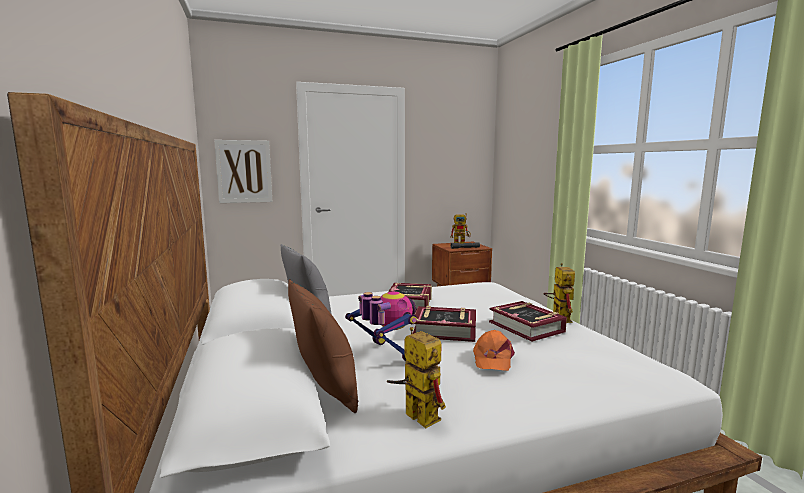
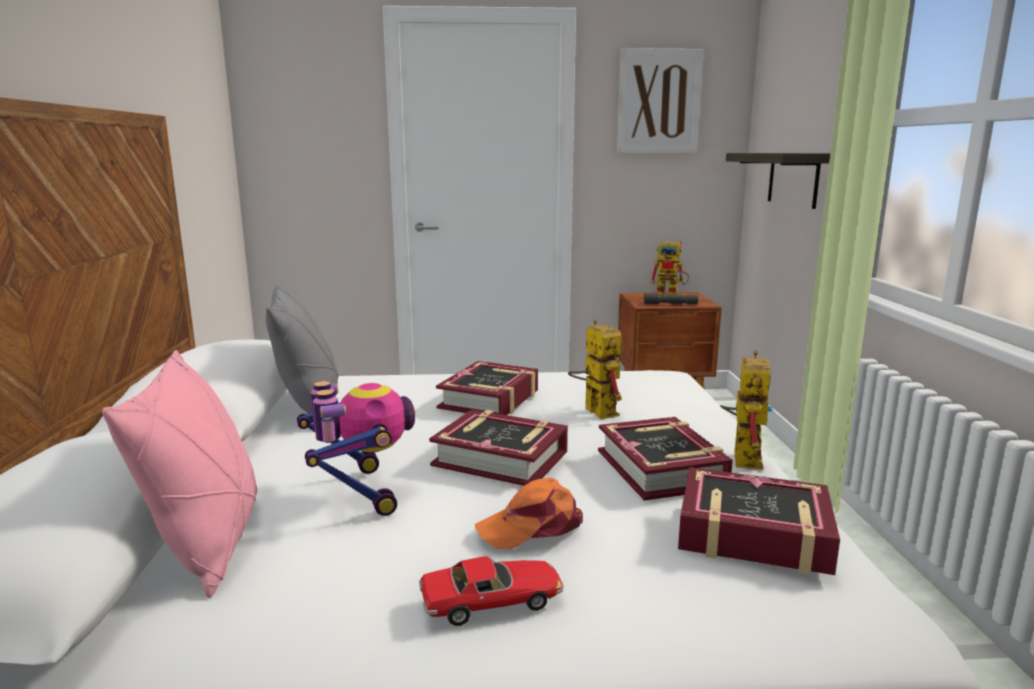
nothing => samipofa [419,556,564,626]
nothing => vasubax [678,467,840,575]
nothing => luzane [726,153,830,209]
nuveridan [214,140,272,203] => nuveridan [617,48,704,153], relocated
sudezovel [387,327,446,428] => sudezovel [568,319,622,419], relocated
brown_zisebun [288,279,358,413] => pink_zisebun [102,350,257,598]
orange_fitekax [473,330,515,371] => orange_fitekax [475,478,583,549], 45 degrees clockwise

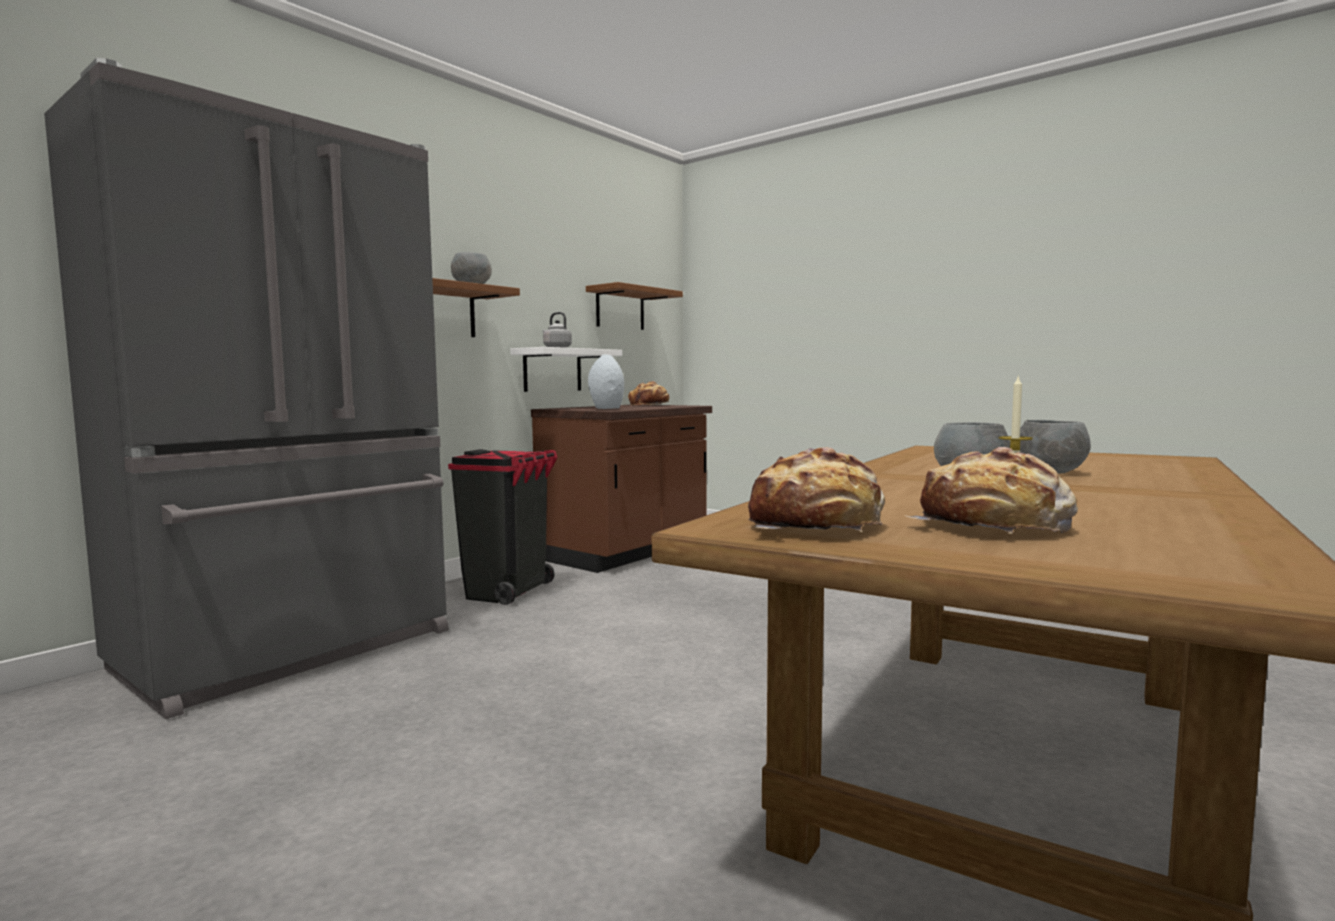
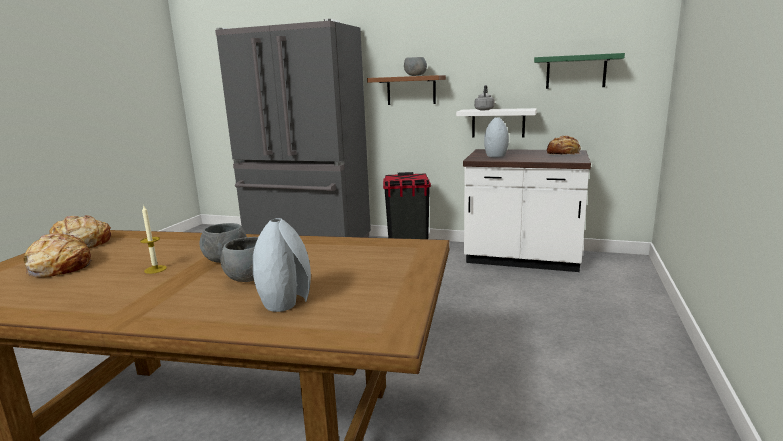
nothing => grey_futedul [253,218,311,312]
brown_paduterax [531,404,712,573] => white_paduterax [463,149,591,272]
brown_luzane [586,282,683,330] => green_luzane [534,53,625,89]

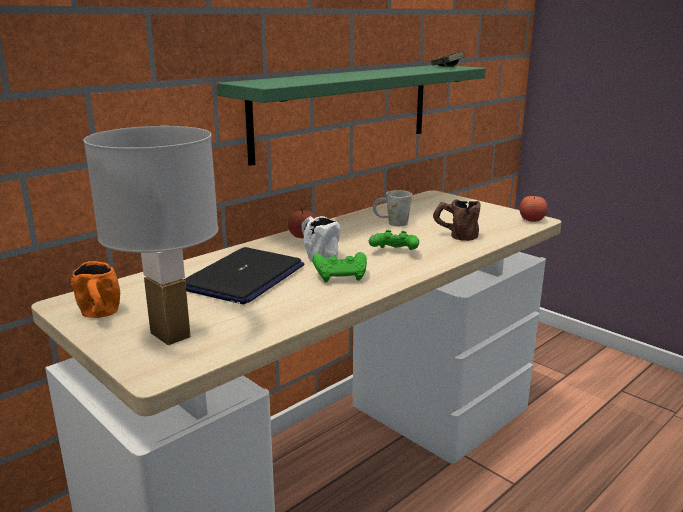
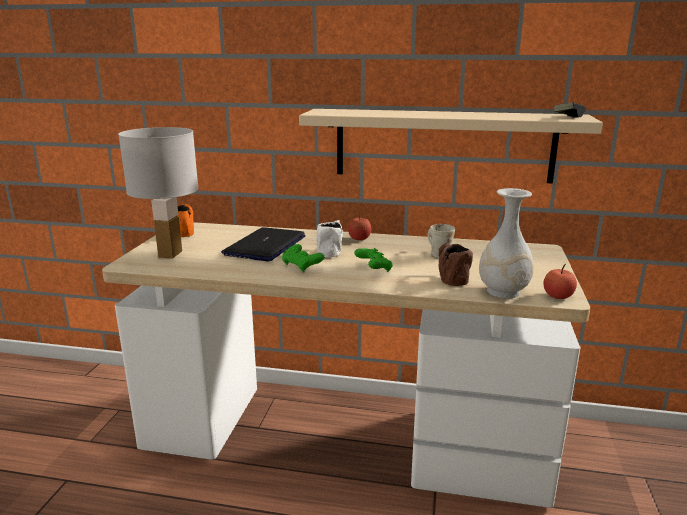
nothing => white_futedul [479,188,534,298]
green_luzane [217,65,486,166] => beige_luzane [299,109,603,183]
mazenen [184,247,305,304] => mazenen [221,227,306,262], 120 degrees clockwise

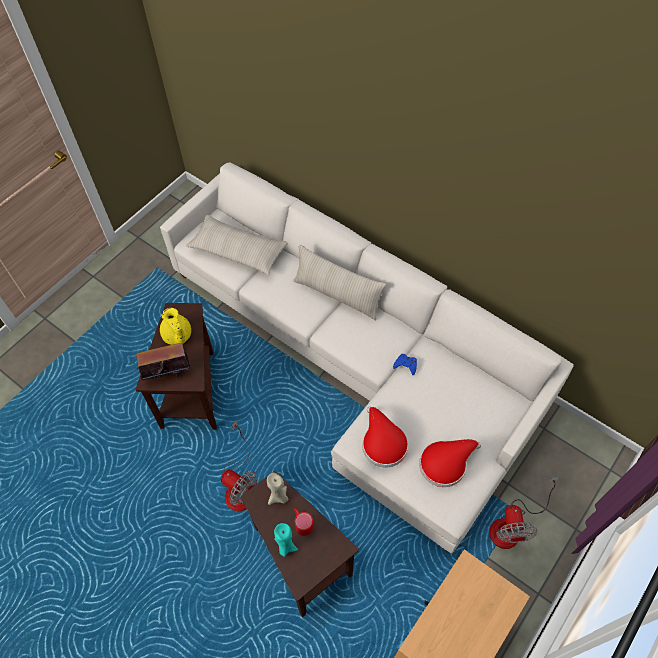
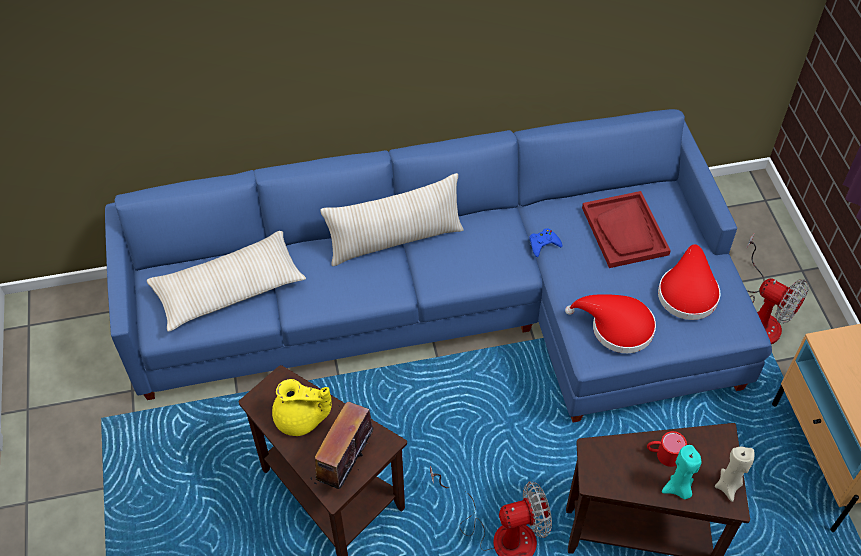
nothing => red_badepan [582,191,671,268]
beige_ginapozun [267,473,288,505] => beige_ginapozun [715,446,755,502], relocated
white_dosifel [160,162,574,553] => blue_dosifel [105,109,772,422]

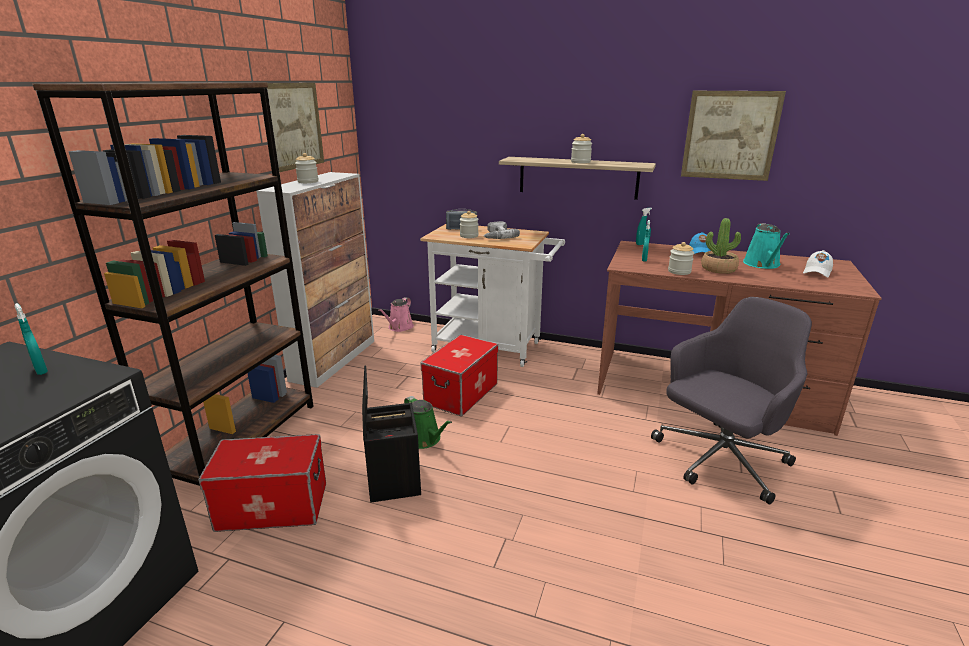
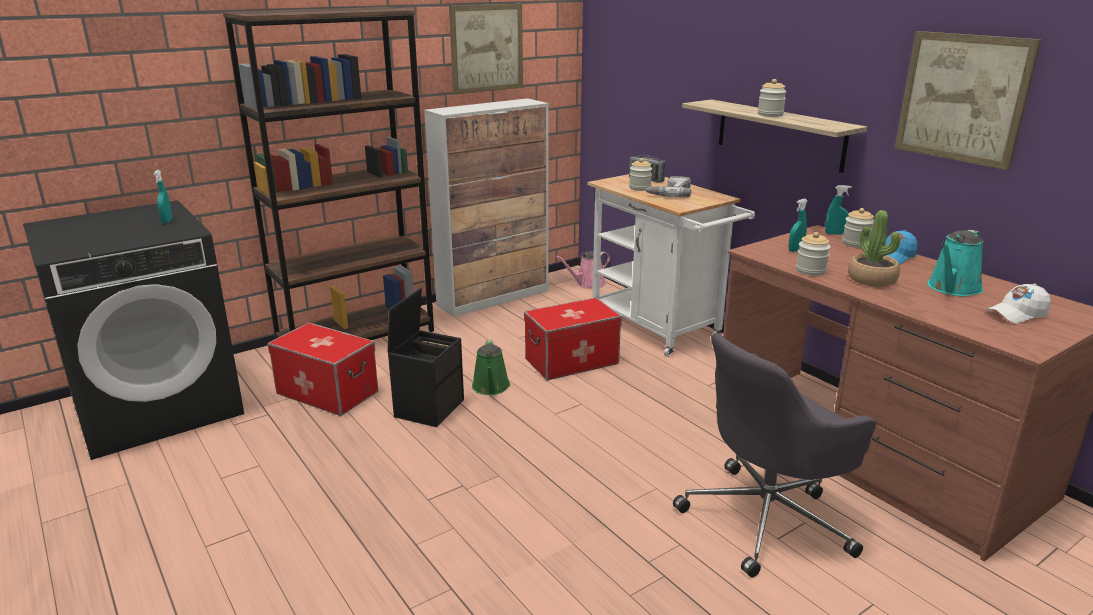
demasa [295,153,319,183] => demasa [842,208,874,248], relocated
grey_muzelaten [651,297,812,505] => grey_muzelaten [673,333,876,578], 150 degrees clockwise

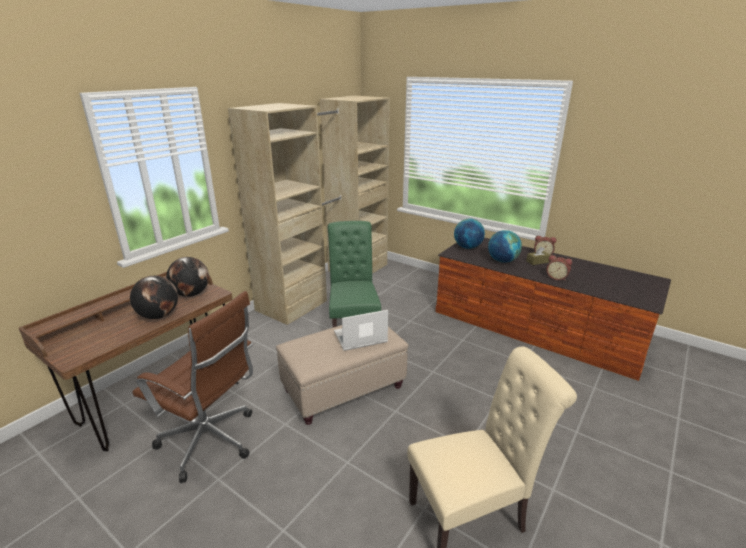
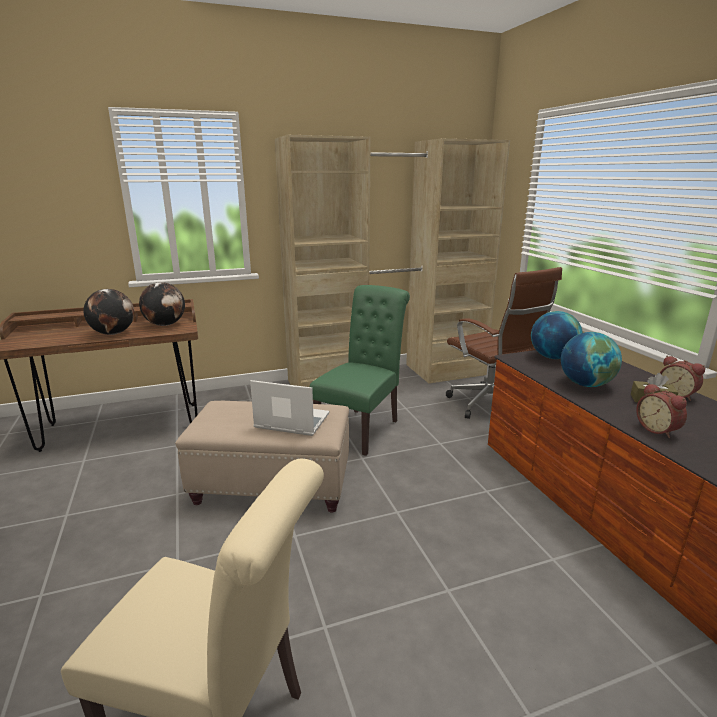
brown_muzelaten [132,291,253,483] => brown_muzelaten [446,267,562,419], relocated

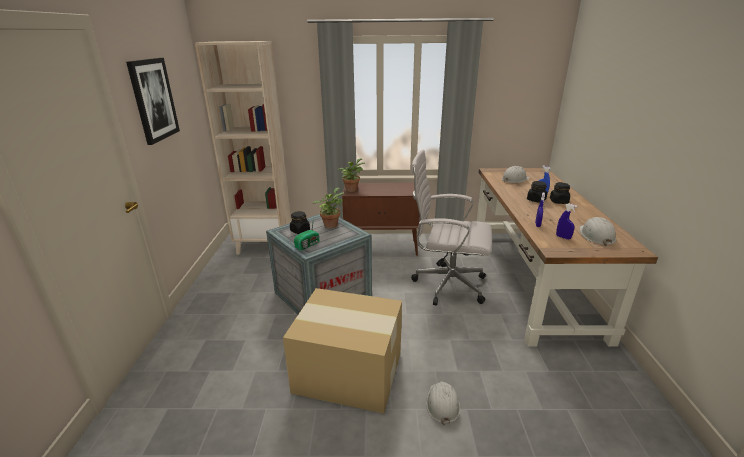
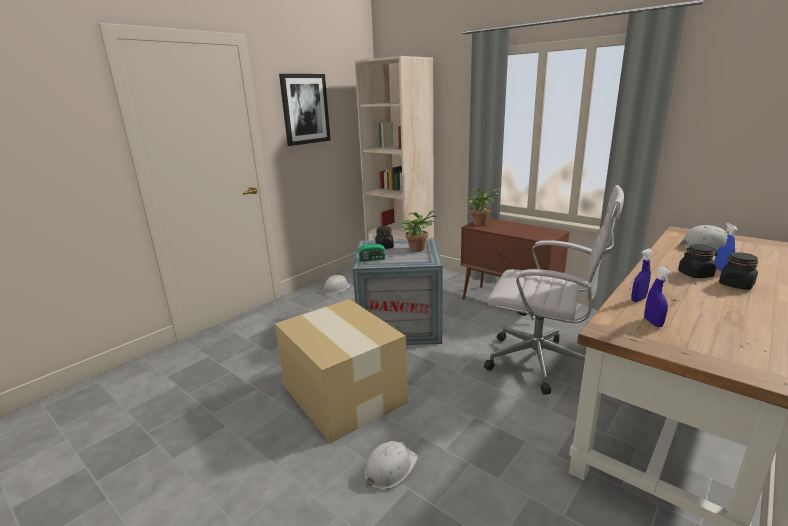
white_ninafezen [580,217,616,246] => white_ninafezen [324,275,352,294], relocated
white_muzelaten [411,150,492,306] => white_muzelaten [484,185,624,395], 150 degrees clockwise

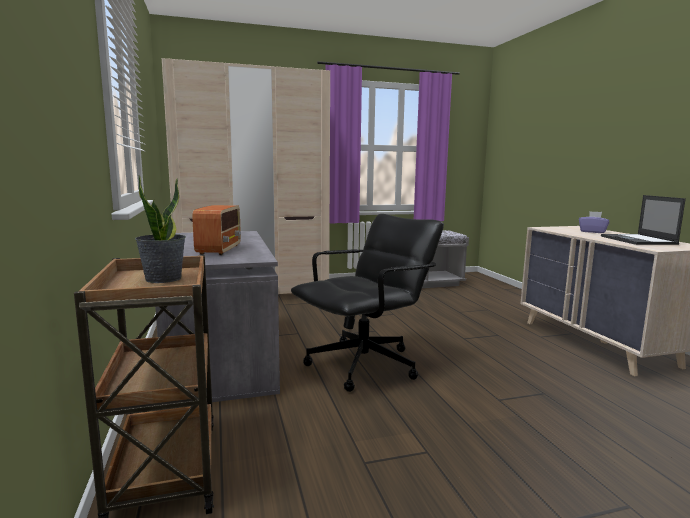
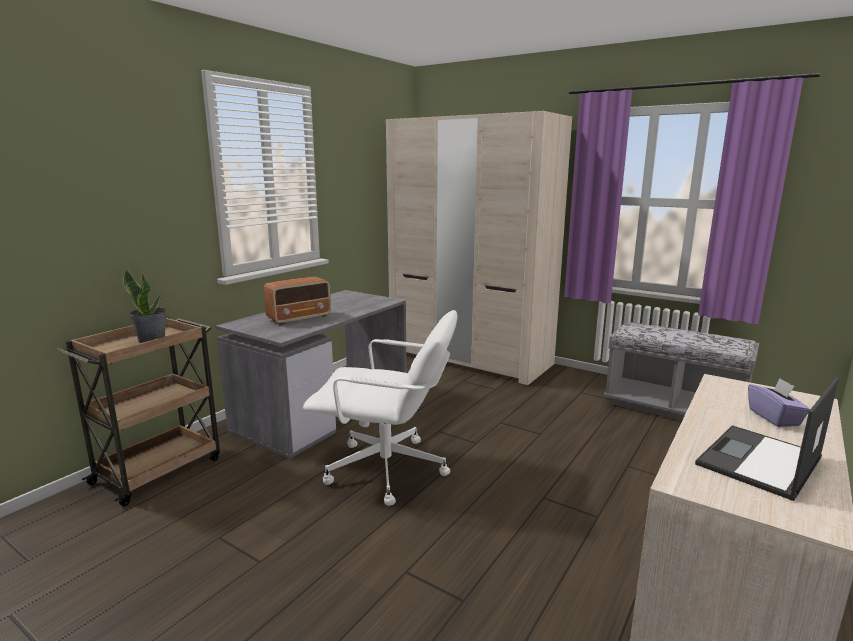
black_muzelaten [291,214,444,392] => white_muzelaten [303,310,457,506]

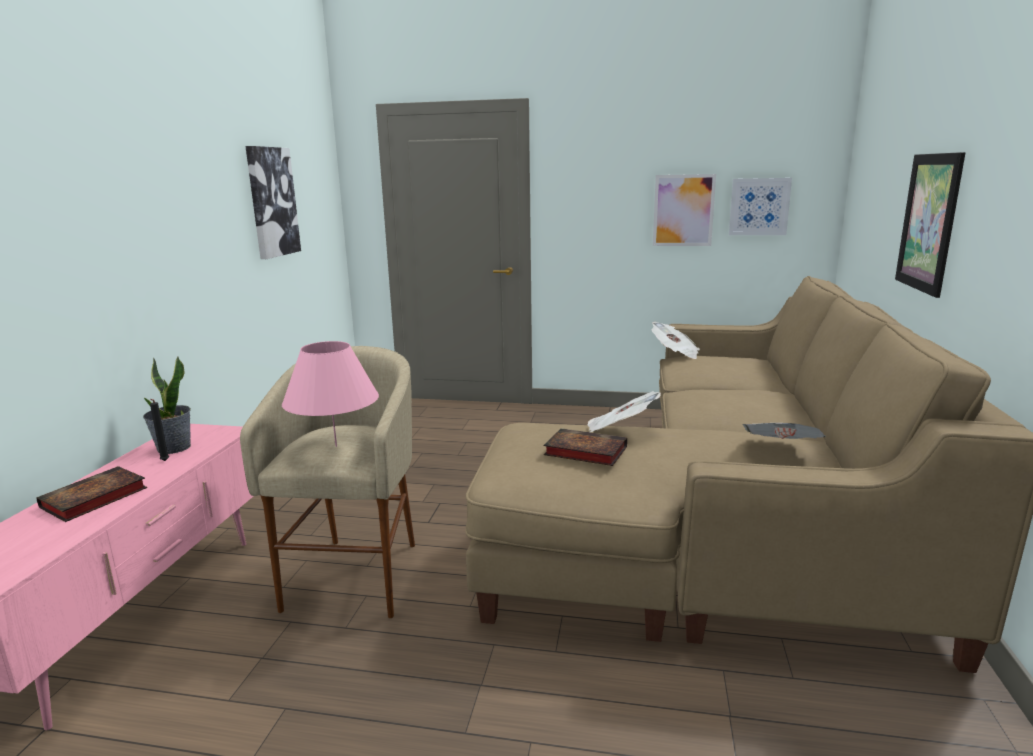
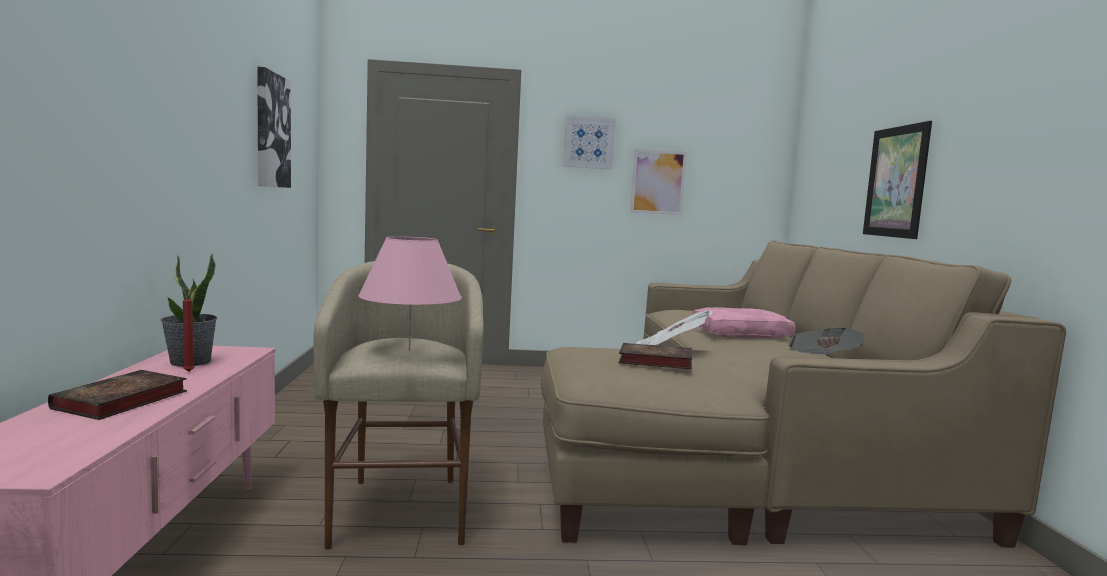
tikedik [652,322,700,359] => nothing
nothing => pink_zisebun [692,307,795,338]
nuveridan [729,178,792,235] => nuveridan [563,116,616,169], relocated
black_ginapozun [150,399,169,461] => red_ginapozun [183,293,195,372]

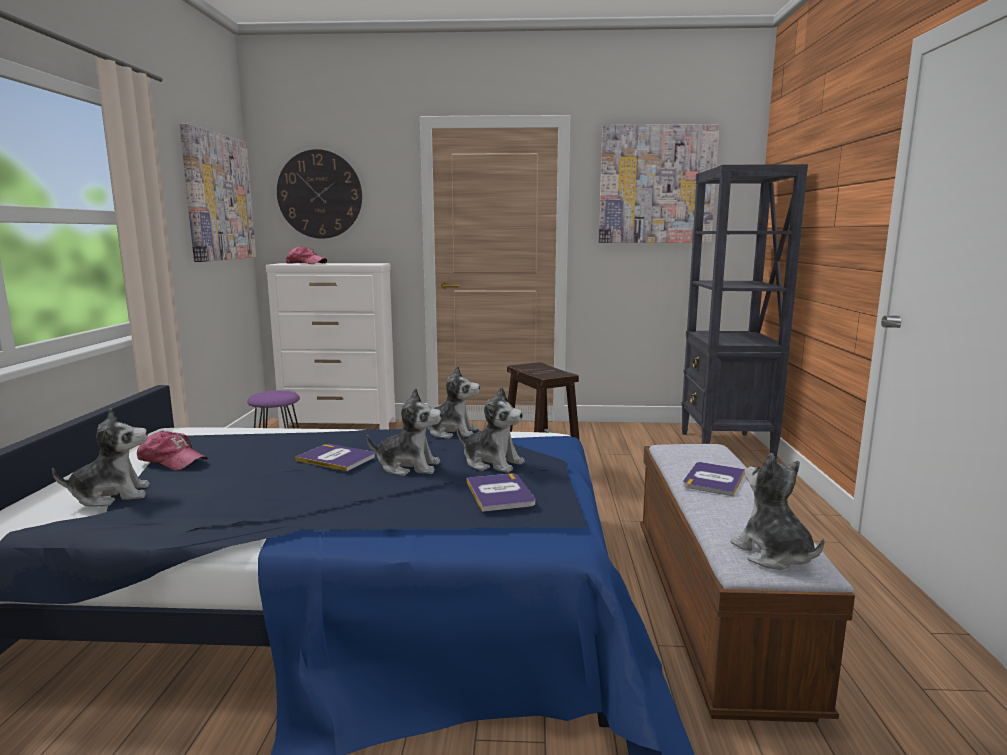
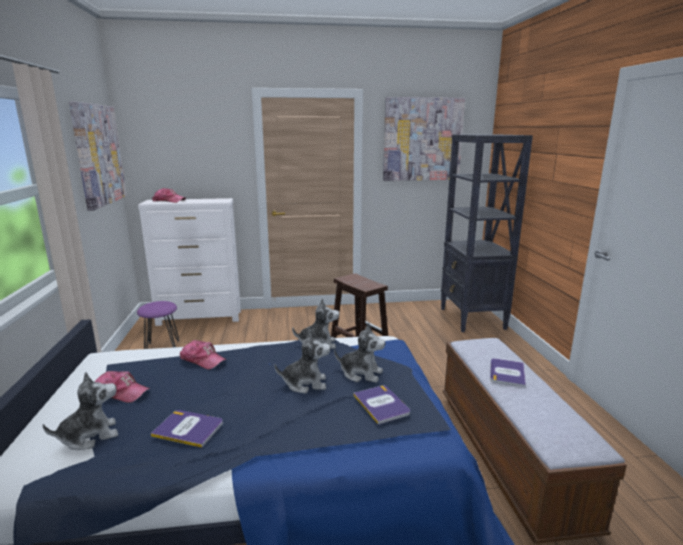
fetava [277,149,362,239] => nothing
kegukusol [730,453,825,570] => nothing
nothing => fitekax [180,340,227,369]
vasubax [295,444,375,471] => vasubax [151,410,223,448], relocated

